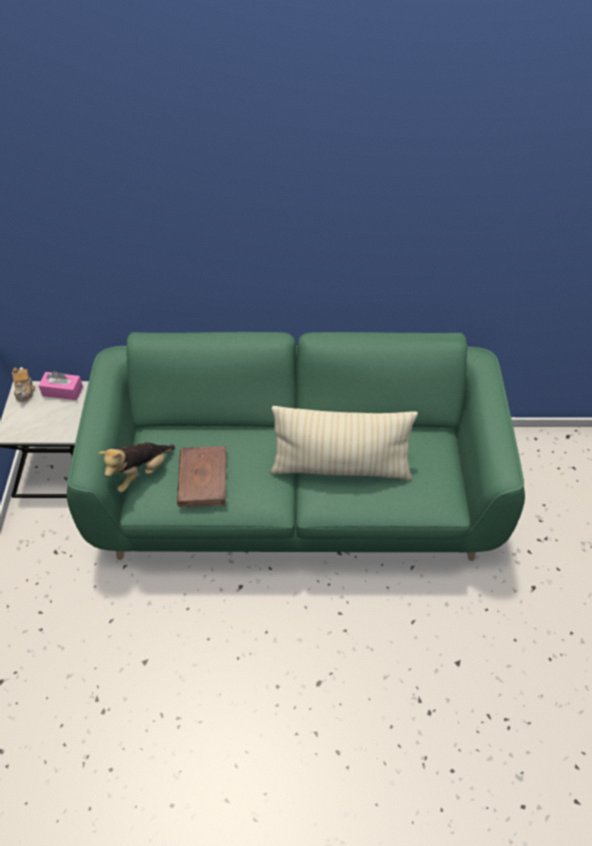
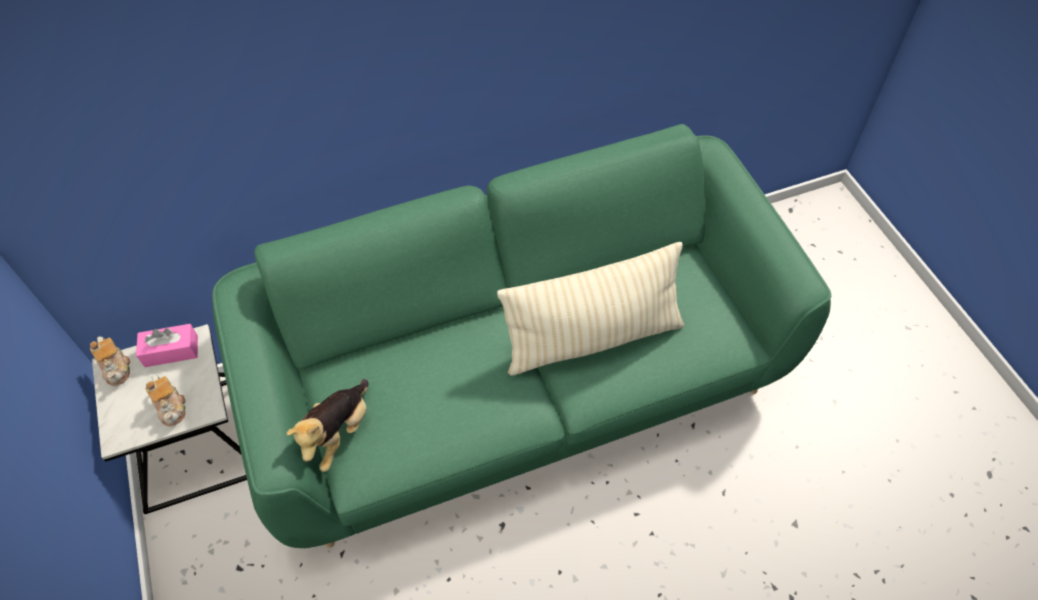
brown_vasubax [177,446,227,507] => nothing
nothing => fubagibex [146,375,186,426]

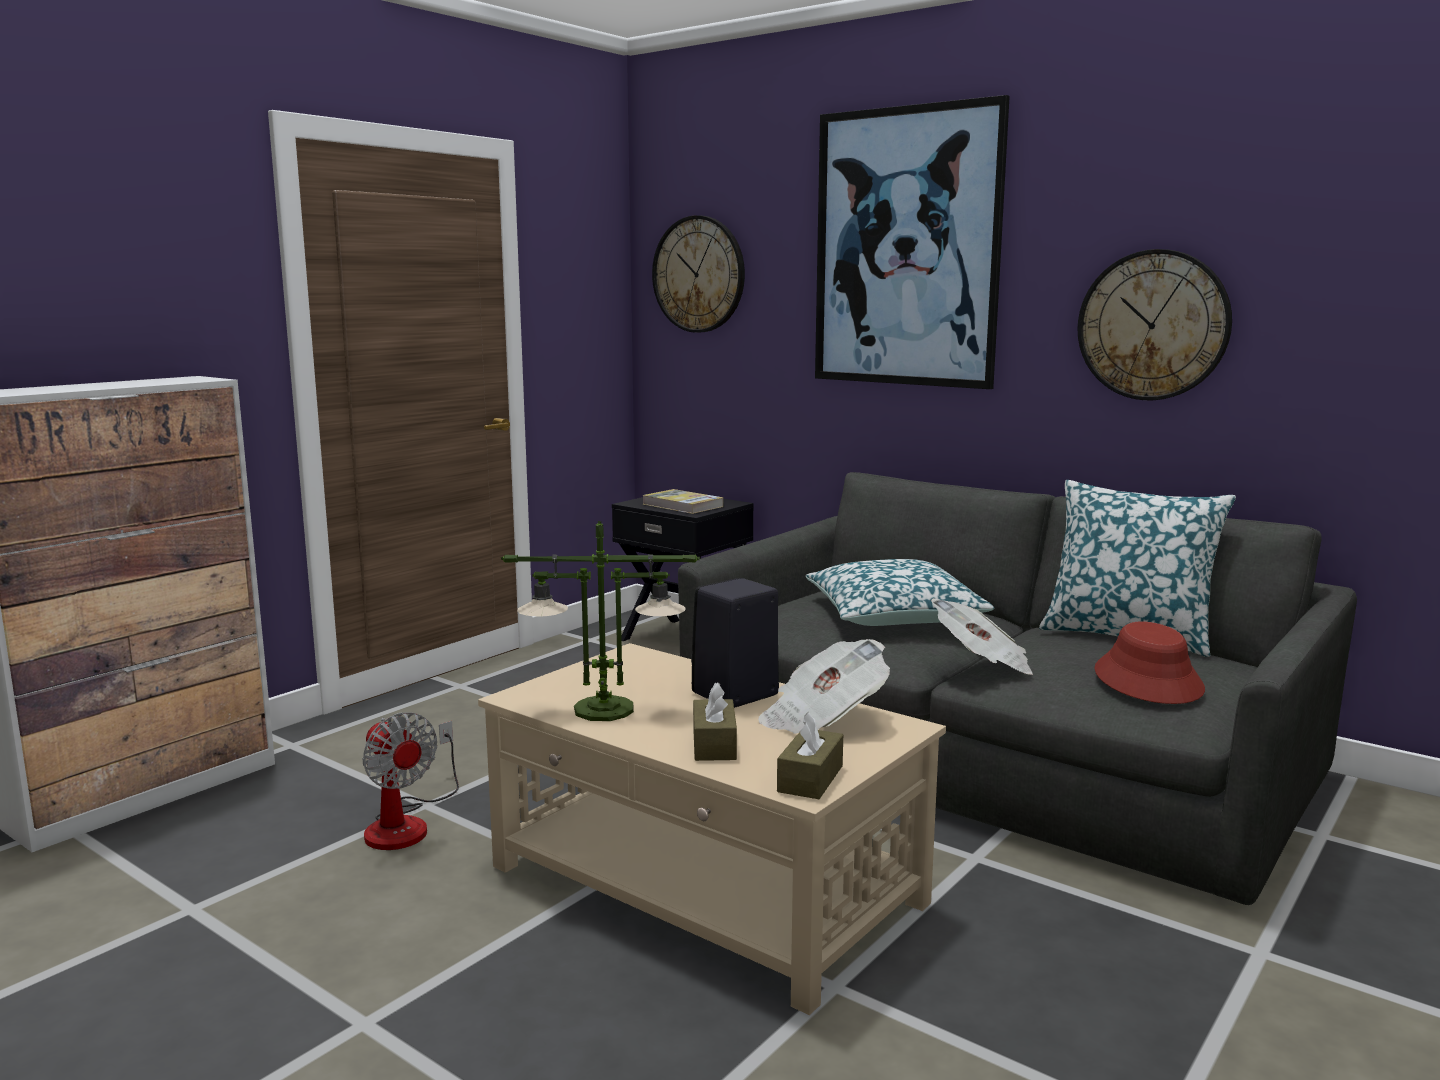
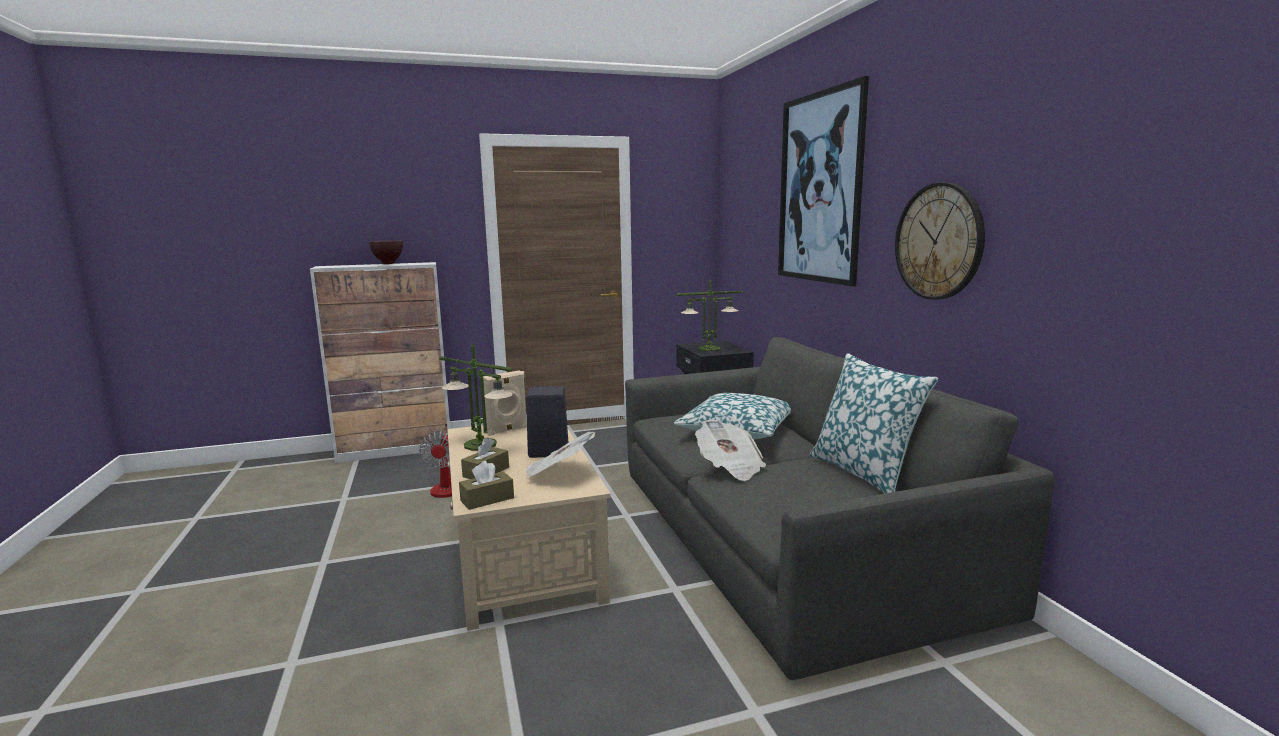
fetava [652,215,745,333] => nothing
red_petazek [1094,621,1205,704] => nothing
nothing => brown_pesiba [369,240,403,264]
nothing => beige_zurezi [483,370,527,436]
vasubax [642,489,723,514] => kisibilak [676,279,743,351]

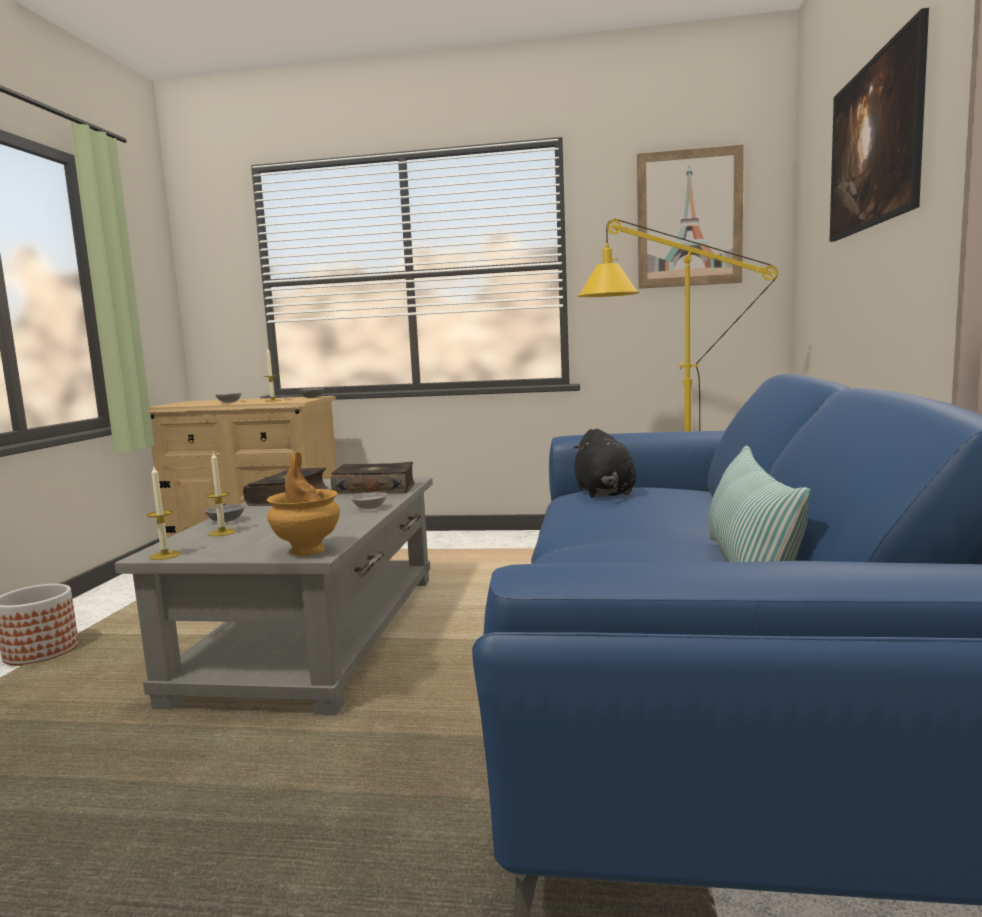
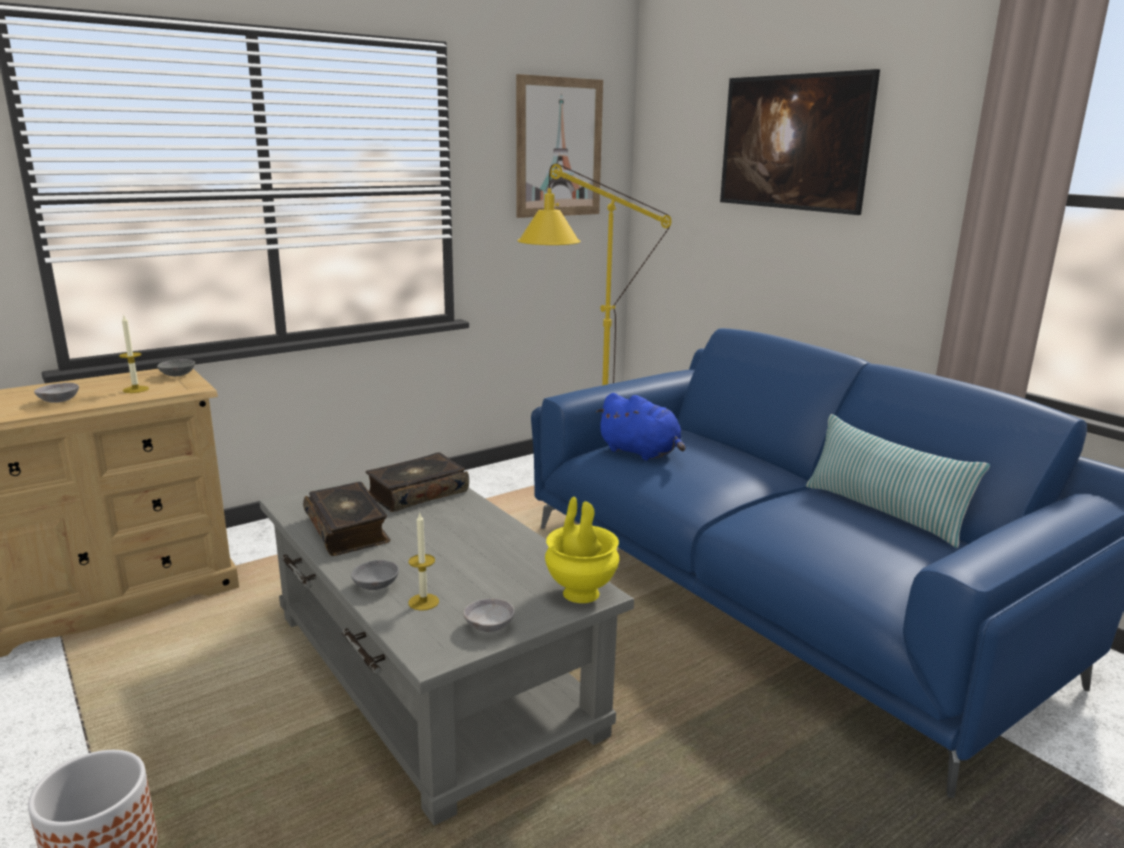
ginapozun [147,467,180,560] => nothing
grey_pesiba [351,492,386,509] => grey_pesiba [463,598,515,632], relocated
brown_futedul [267,452,340,556] => yellow_futedul [545,497,619,603]
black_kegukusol [573,429,636,498] => blue_kegukusol [596,393,685,460]

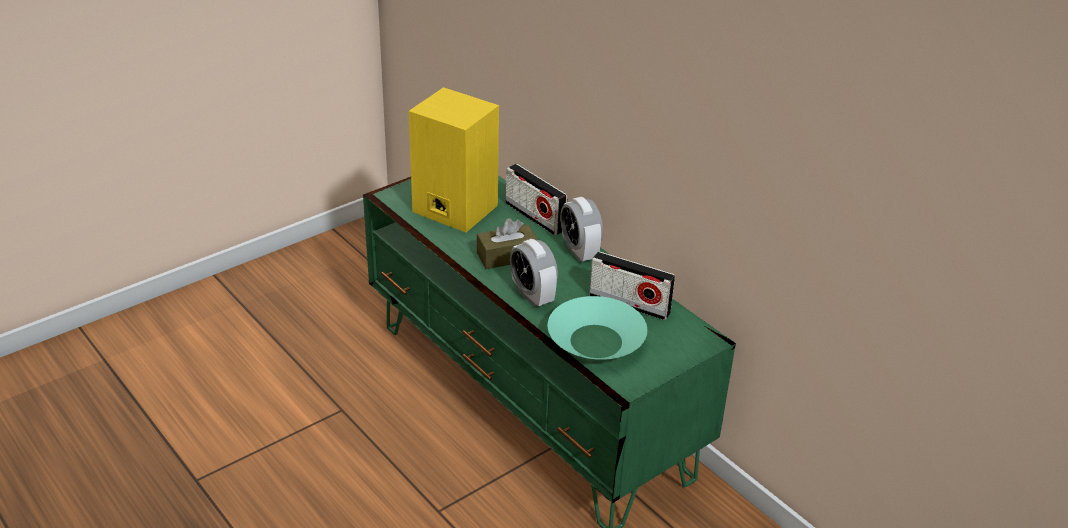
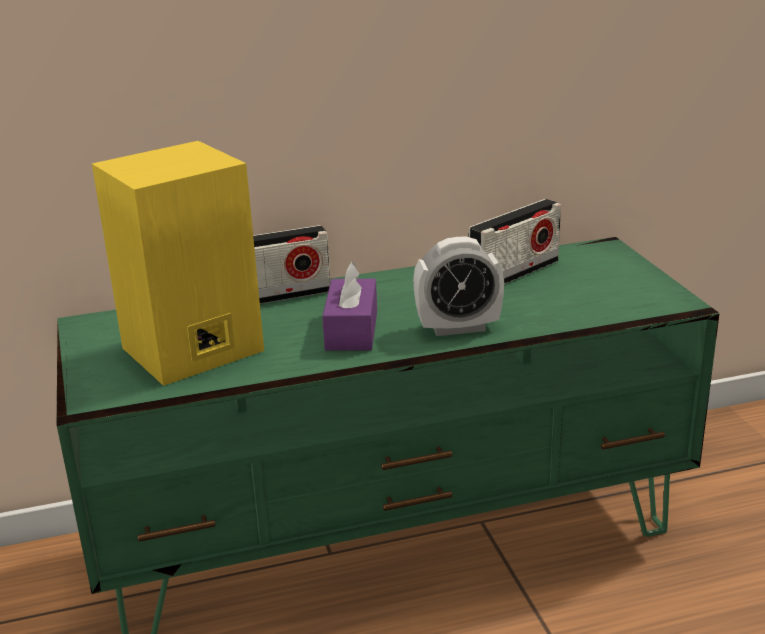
turquoise_pesiba [548,296,647,360] => nothing
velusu [560,197,603,262] => nothing
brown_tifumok [477,218,538,269] => purple_tifumok [322,262,377,351]

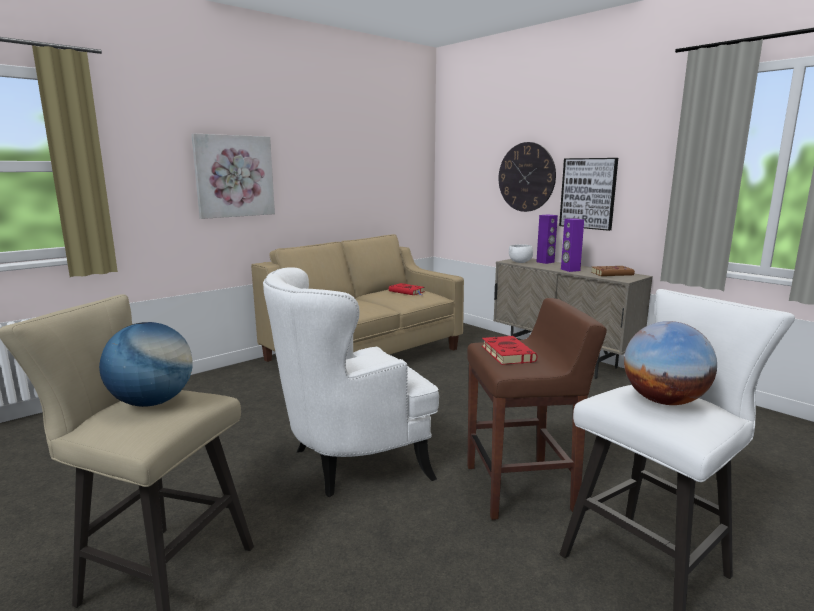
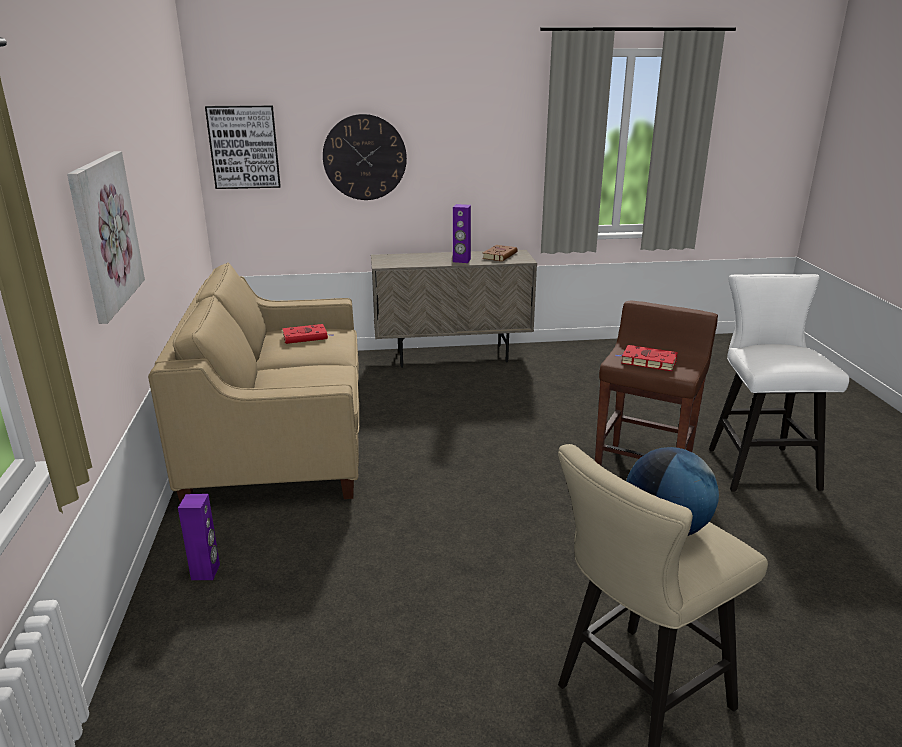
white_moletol [263,268,439,497] => nothing
white_pesiba [509,244,533,263] => nothing
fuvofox [624,321,717,405] => nothing
purple_zurezi [536,215,558,264] => purple_zurezi [178,494,220,580], relocated
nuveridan [559,158,618,231] => nuveridan [205,105,281,189], relocated

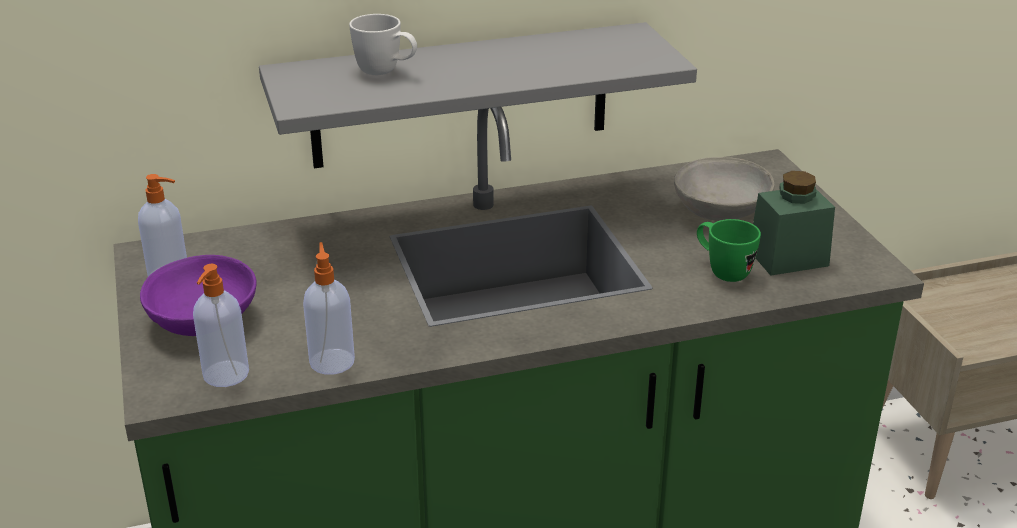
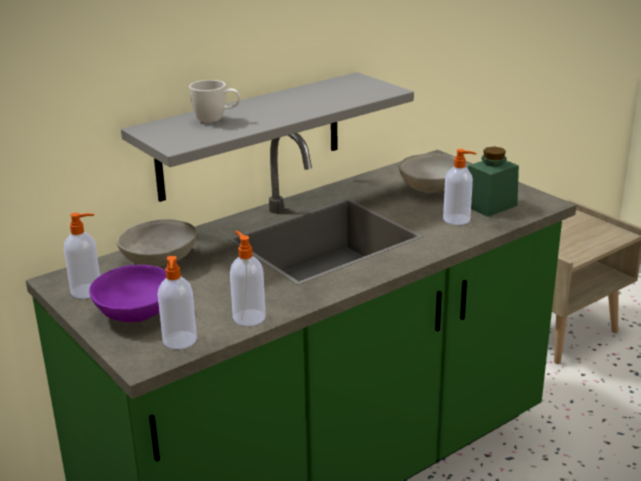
nothing => grey_pesiba [116,219,197,267]
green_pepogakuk [697,219,761,282] => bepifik [443,149,476,225]

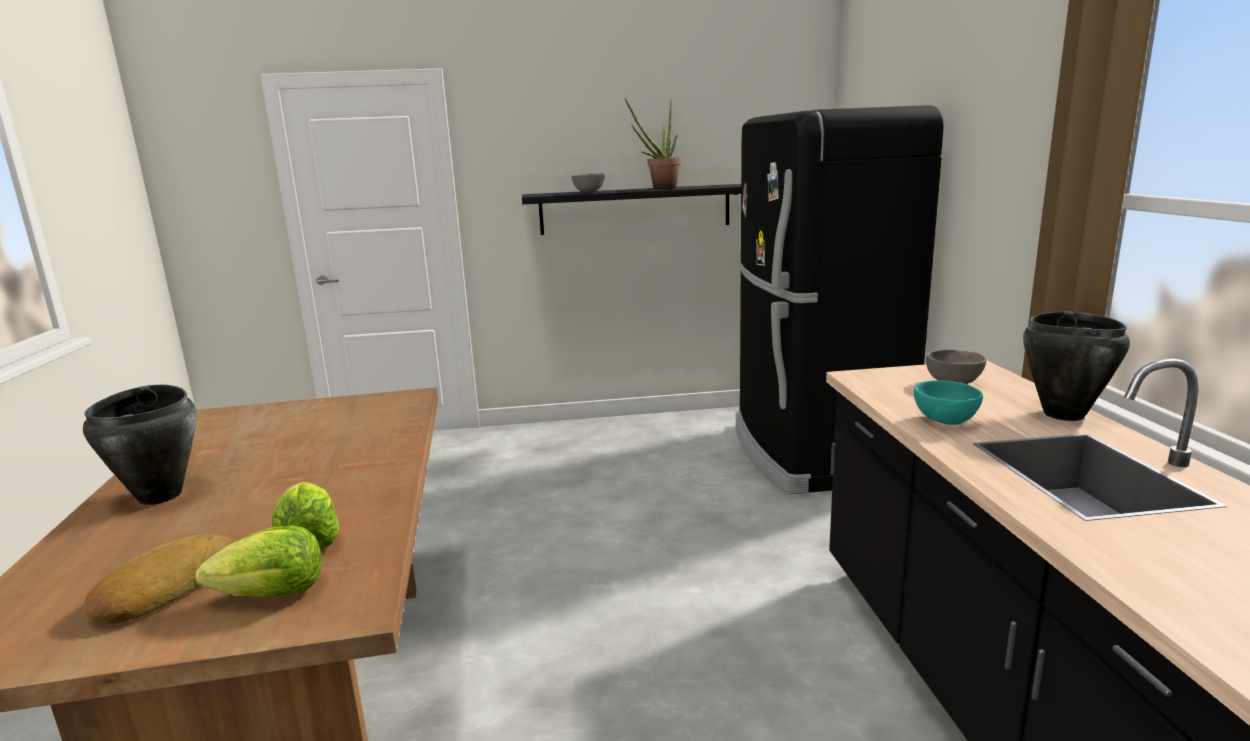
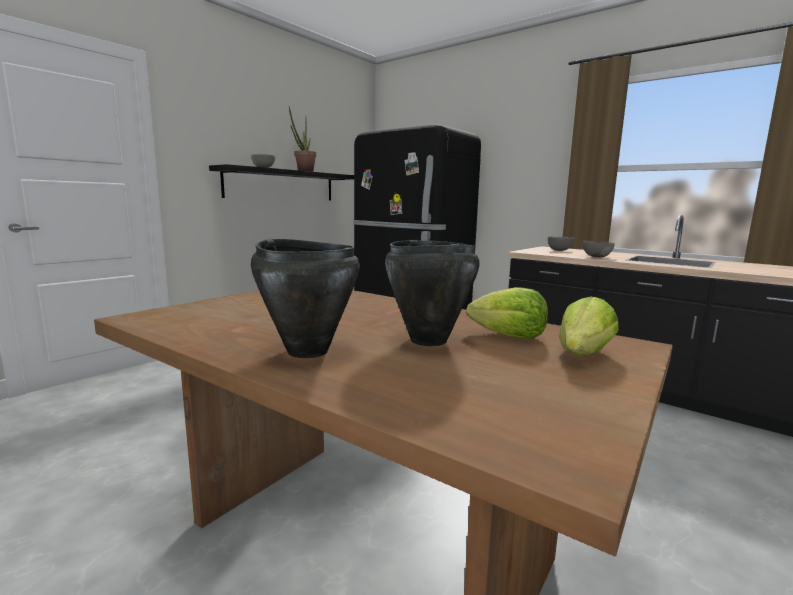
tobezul [84,534,235,624] => nothing
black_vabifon [1023,311,1130,421] => black_vabifon [385,240,480,346], relocated
turquoise_pesiba [914,380,983,425] => grey_pesiba [583,241,615,257]

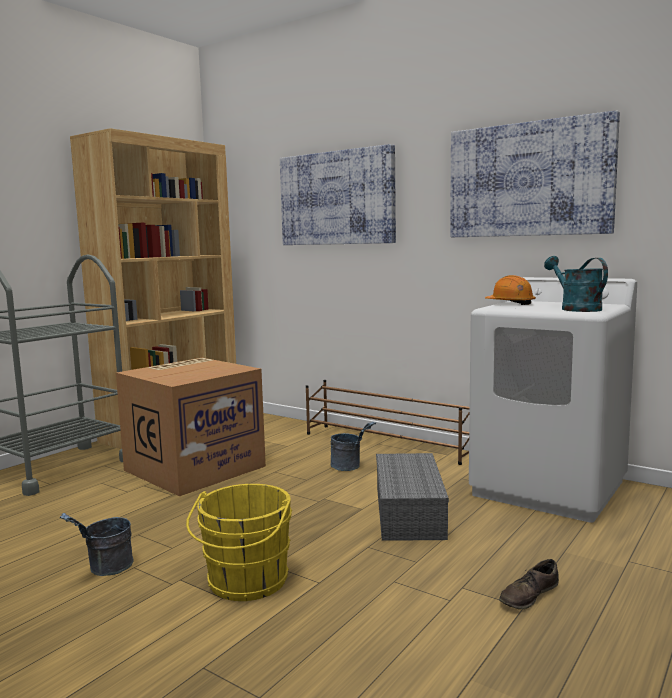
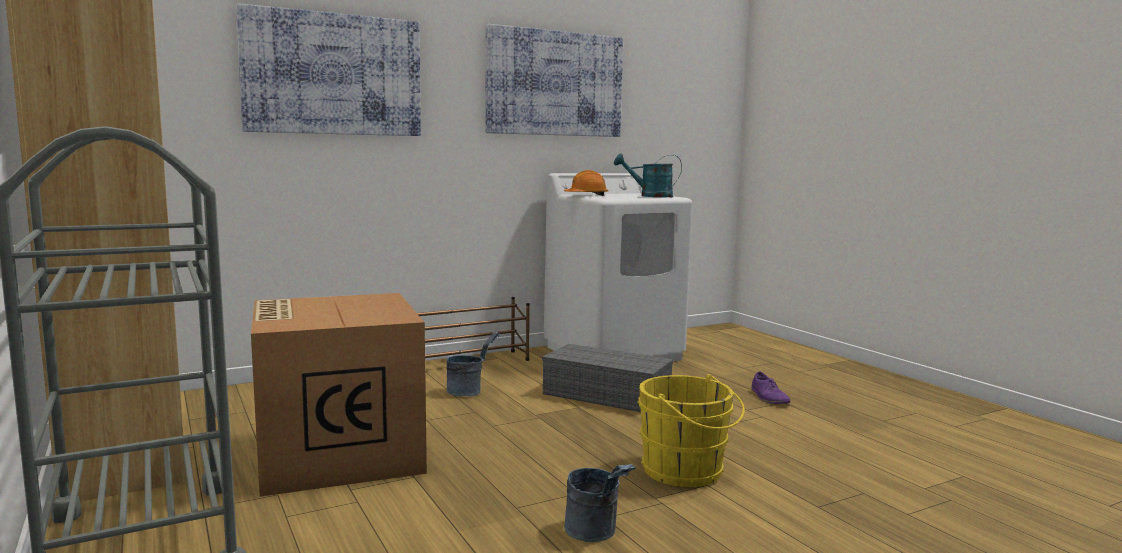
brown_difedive [499,559,559,609] => purple_difedive [751,371,791,404]

